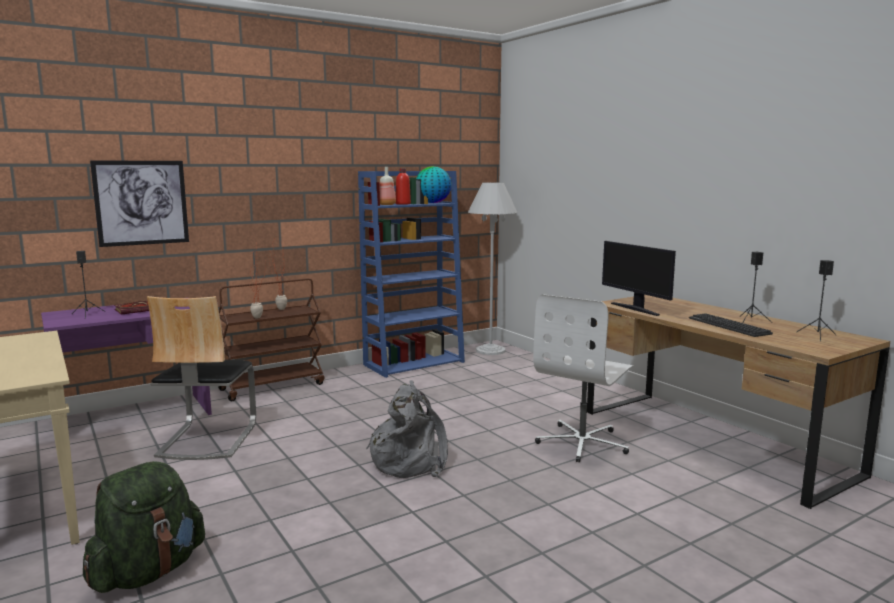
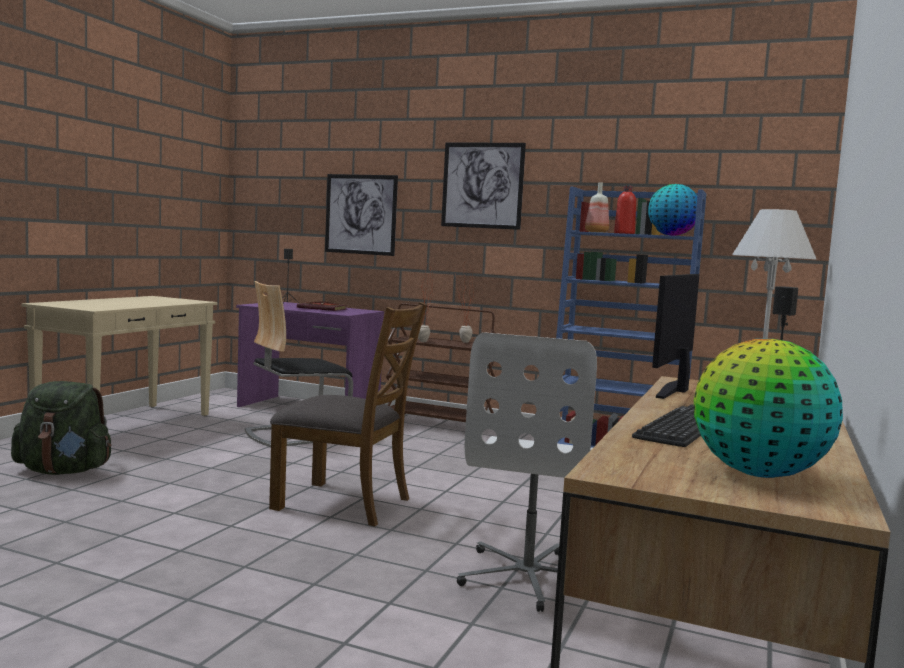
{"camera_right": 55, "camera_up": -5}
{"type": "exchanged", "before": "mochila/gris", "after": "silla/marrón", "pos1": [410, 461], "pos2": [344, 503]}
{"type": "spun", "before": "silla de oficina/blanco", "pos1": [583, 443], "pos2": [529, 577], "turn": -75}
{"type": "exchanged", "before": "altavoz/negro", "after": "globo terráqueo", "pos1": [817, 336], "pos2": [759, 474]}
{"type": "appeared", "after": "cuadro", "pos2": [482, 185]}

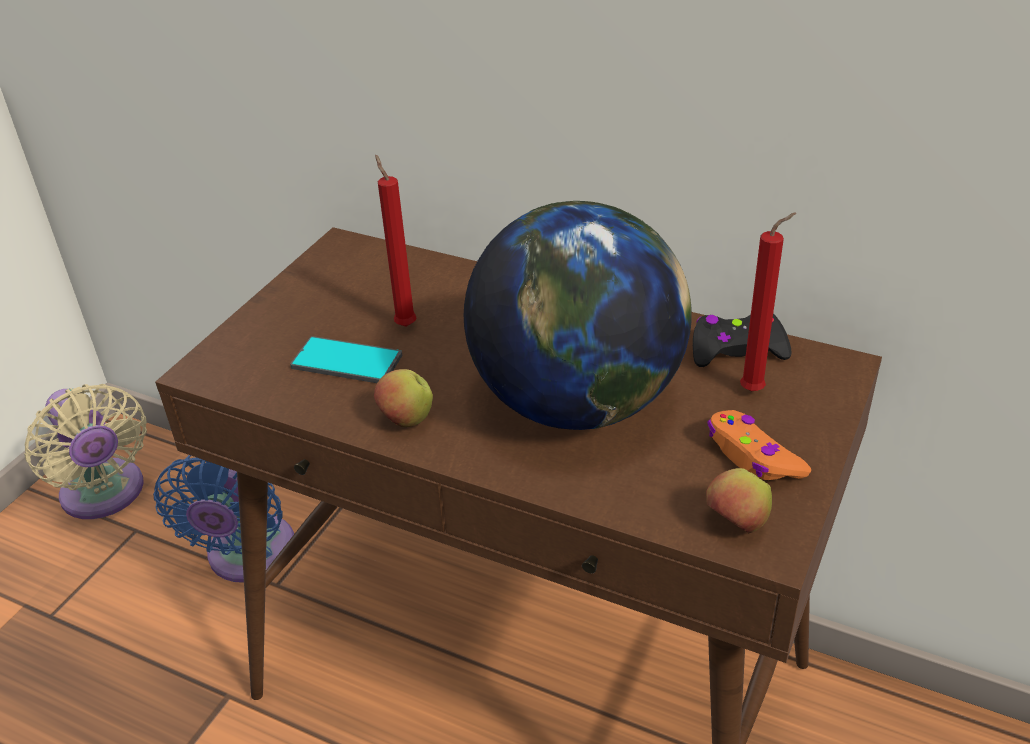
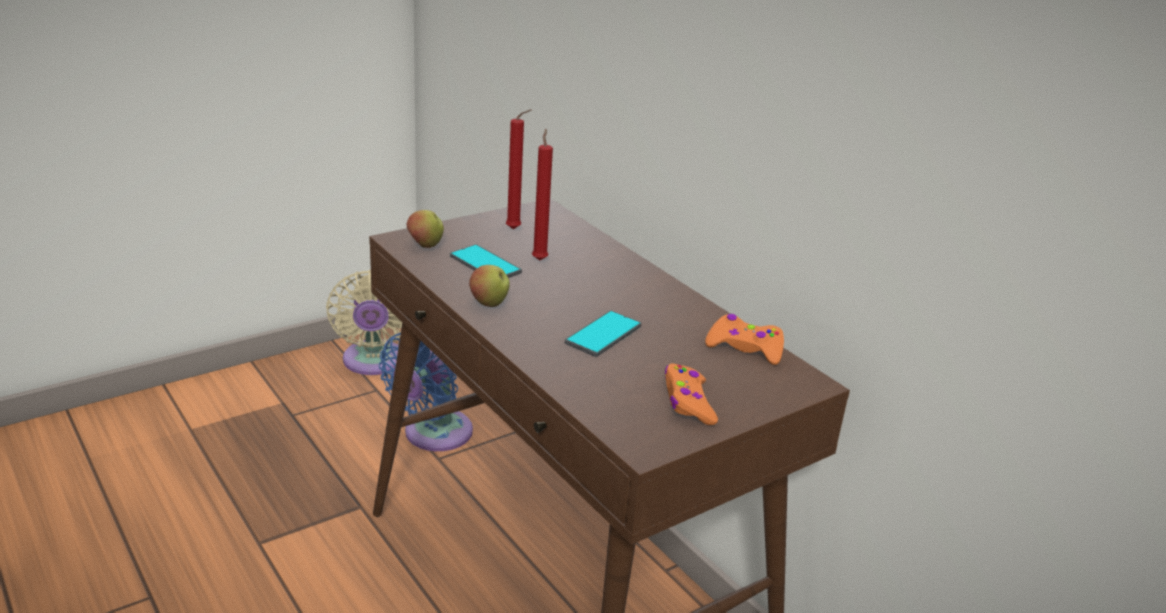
{"camera_right": 25, "camera_up": -10}
{"type": "exchanged", "before": "globo terráqueo", "after": "móvil", "pos1": [578, 403], "pos2": [603, 335]}
{"type": "colour", "before": "mando de consola/negro", "after": "mando de consola/naranja", "pos1": [737, 349], "pos2": [745, 348]}
{"type": "relocated", "before": "manzana", "pos1": [736, 524], "pos2": [425, 246]}
{"type": "relocated", "before": "vela/rojo", "pos1": [755, 390], "pos2": [515, 229]}

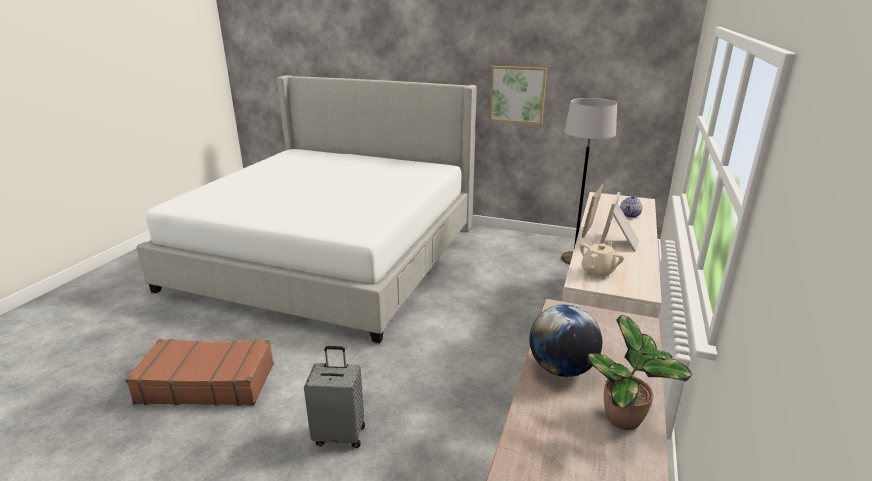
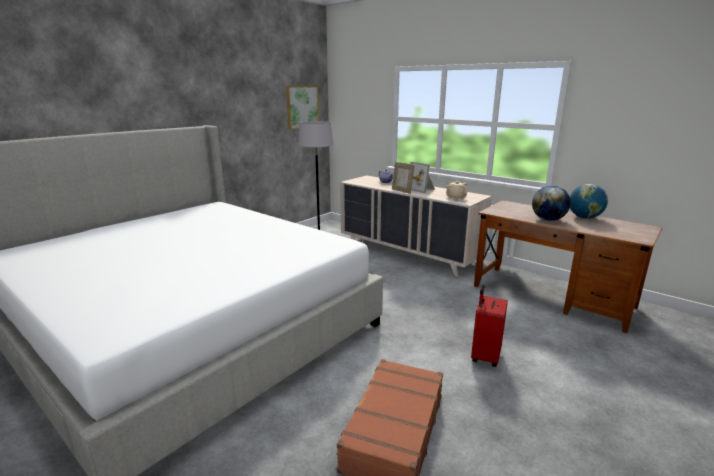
{"camera_right": -70, "camera_up": -5}
{"type": "colour", "before": "maleta/gris", "after": "maleta/rojo", "pos1": [340, 434], "pos2": [484, 356]}
{"type": "relocated", "before": "cuadro", "pos1": [517, 95], "pos2": [302, 107]}
{"type": "exchanged", "before": "planta en maceta", "after": "globo terráqueo", "pos1": [625, 420], "pos2": [584, 218]}

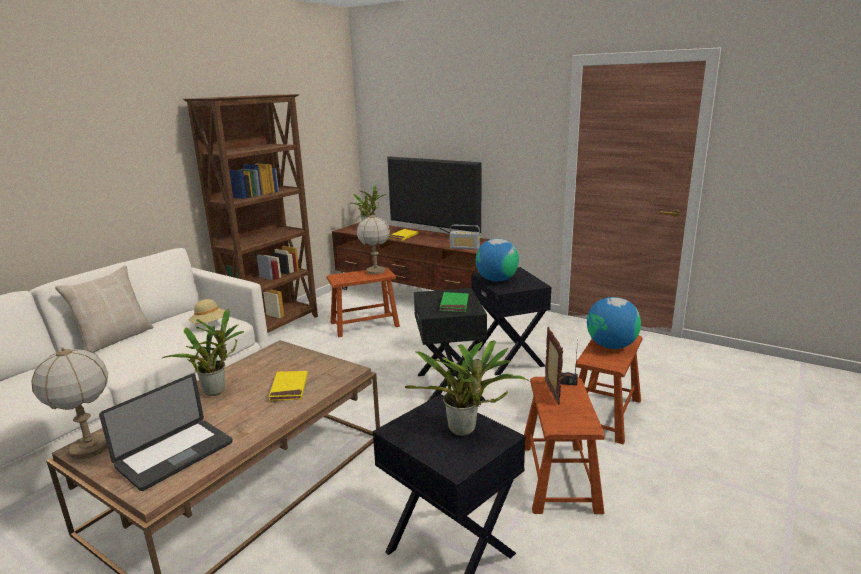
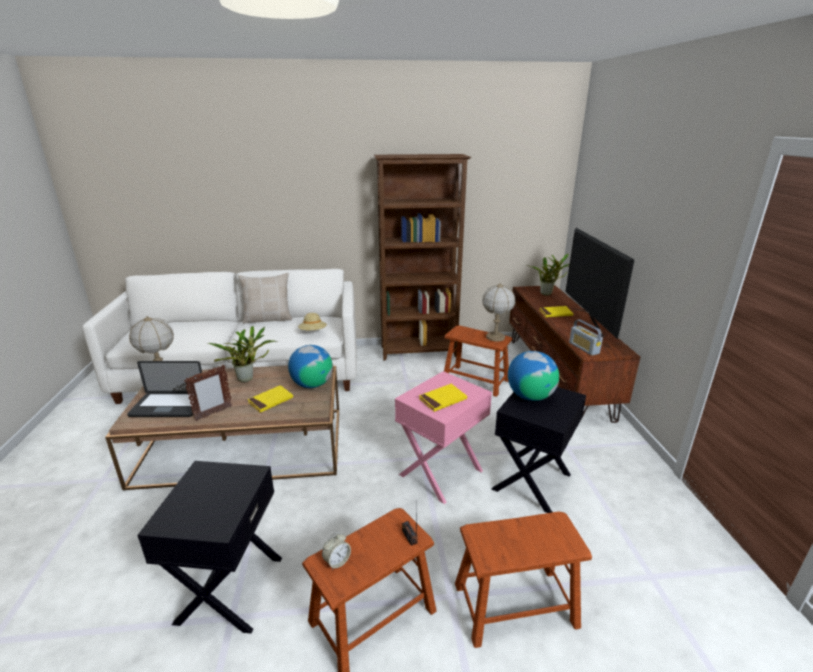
{"camera_right": 50, "camera_up": 5}
{"type": "missing", "before": "planta en maceta", "pos1": [465, 431]}
{"type": "colour", "before": "mesa auxiliar/negro", "after": "mesa auxiliar/rosa", "pos1": [451, 387], "pos2": [441, 473]}
{"type": "colour", "before": "libro/verde", "after": "libro/amarillo", "pos1": [454, 304], "pos2": [443, 399]}
{"type": "relocated", "before": "portarretratos", "pos1": [551, 393], "pos2": [213, 413]}
{"type": "relocated", "before": "globo terráqueo", "pos1": [611, 345], "pos2": [312, 384]}
{"type": "appeared", "after": "despertador", "pos2": [337, 561]}

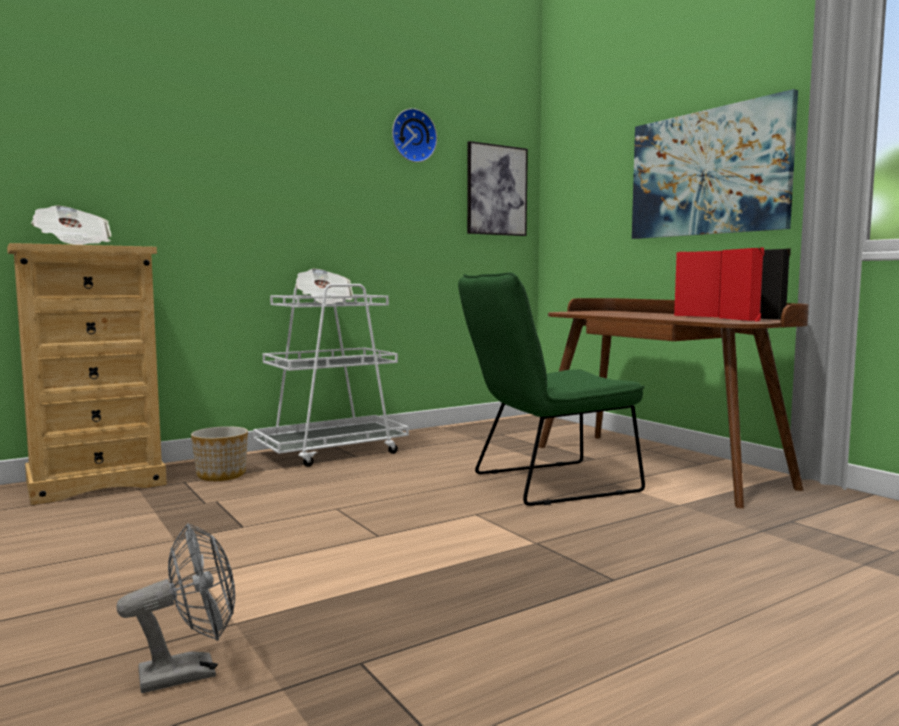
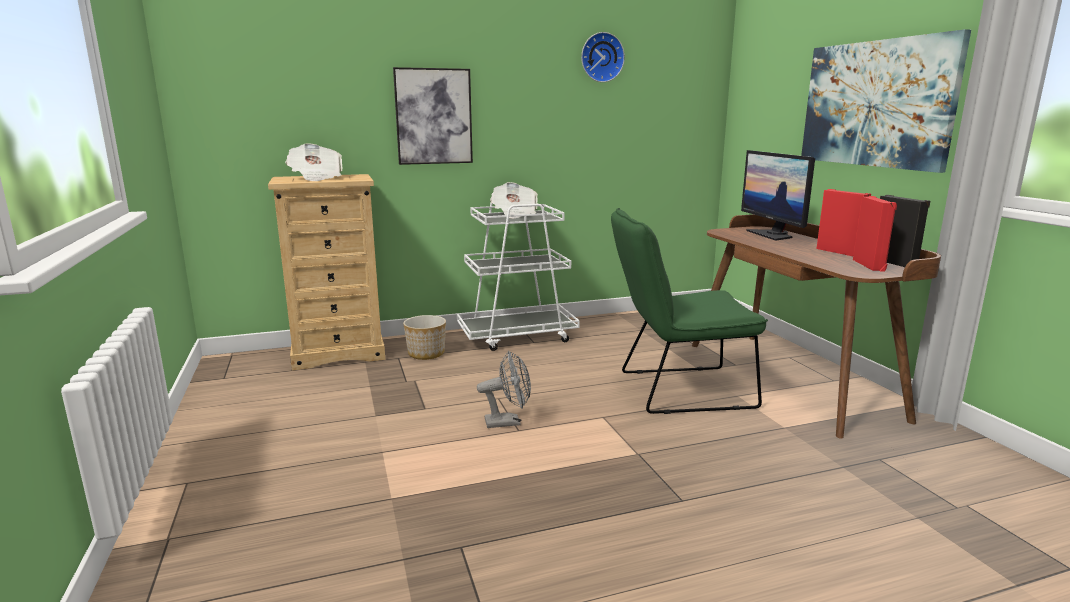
{"camera_right": 15, "camera_up": 10}
{"type": "relocated", "before": "ventilador/gris", "pos1": [190, 672], "pos2": [508, 422]}
{"type": "relocated", "before": "cuadro", "pos1": [496, 190], "pos2": [433, 116]}
{"type": "appeared", "after": "monitor", "pos2": [772, 235]}

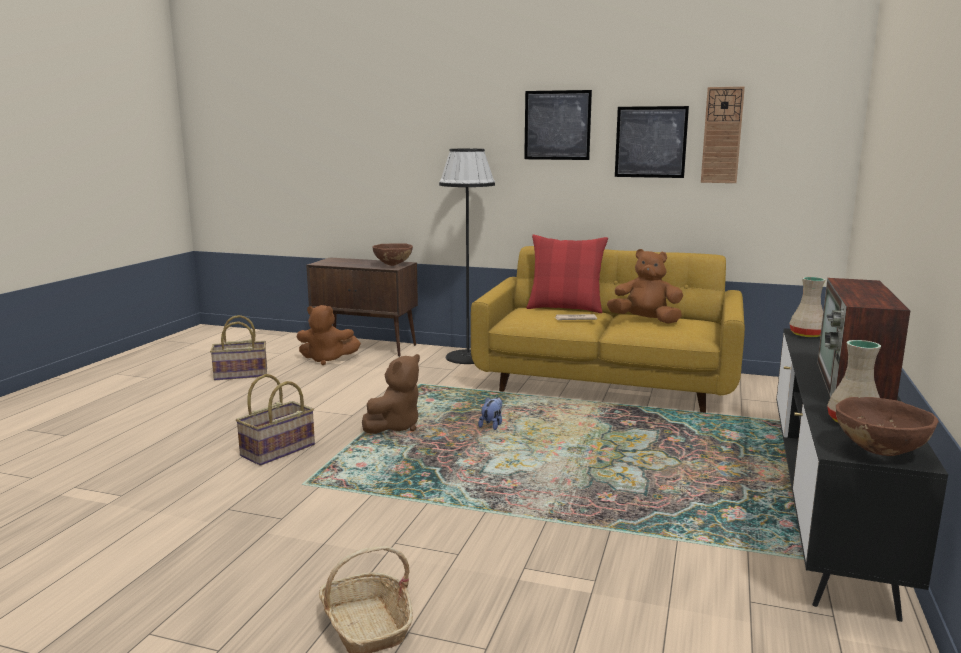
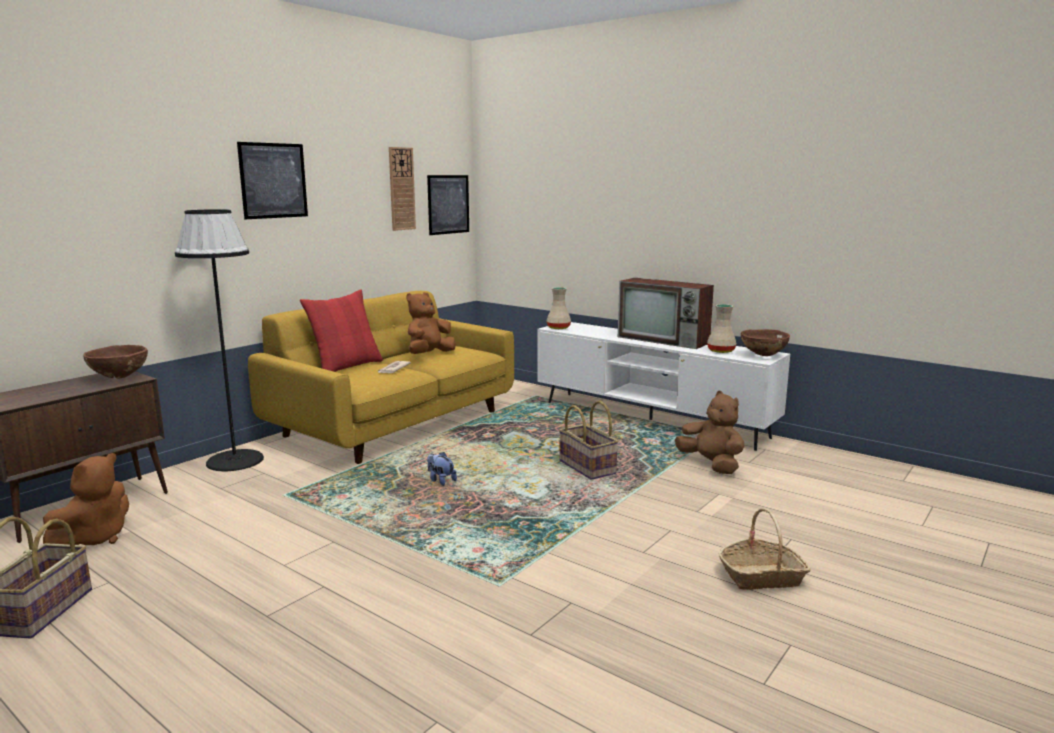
{"camera_right": -70, "camera_up": 0}
{"type": "relocated", "before": "cesta", "pos1": [278, 451], "pos2": [588, 467]}
{"type": "relocated", "before": "peluche/marrón", "pos1": [395, 426], "pos2": [711, 465]}
{"type": "relocated", "before": "cuadro", "pos1": [650, 142], "pos2": [448, 204]}
{"type": "colour", "before": "mueble de televisión/negro", "after": "mueble de televisión/blanco", "pos1": [826, 504], "pos2": [650, 419]}

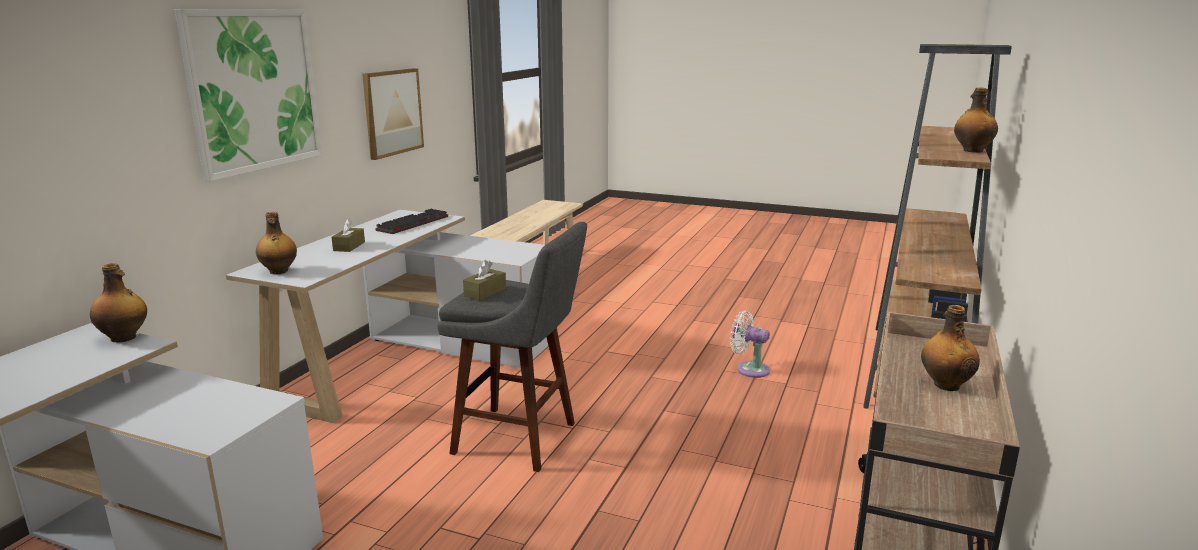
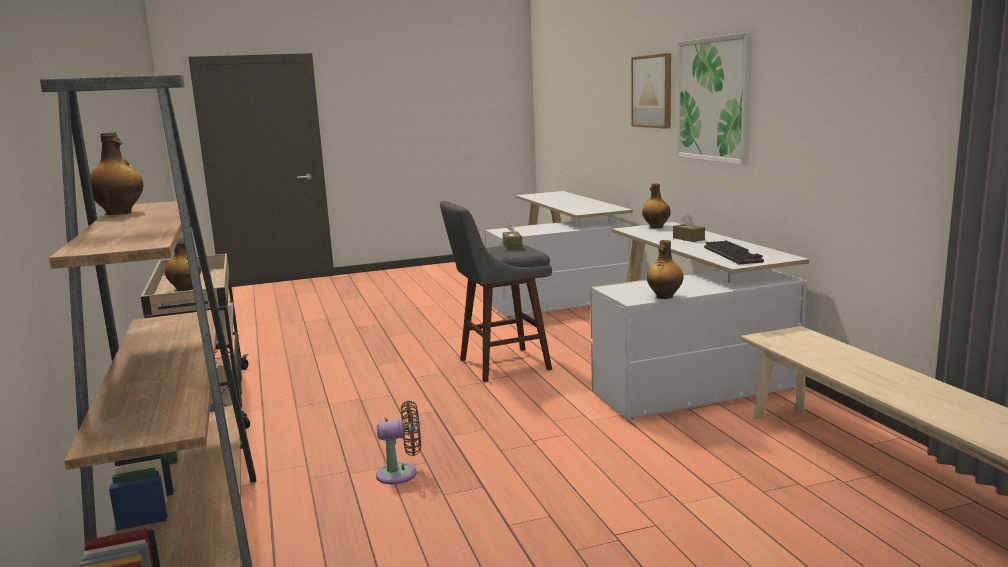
{"camera_right": 140, "camera_up": -5}
{"type": "relocated", "before": "botella", "pos1": [124, 338], "pos2": [664, 297]}
{"type": "relocated", "before": "cuadro", "pos1": [392, 112], "pos2": [652, 91]}
{"type": "colour", "before": "ventilador/blanco", "after": "ventilador/marrón", "pos1": [749, 369], "pos2": [401, 473]}

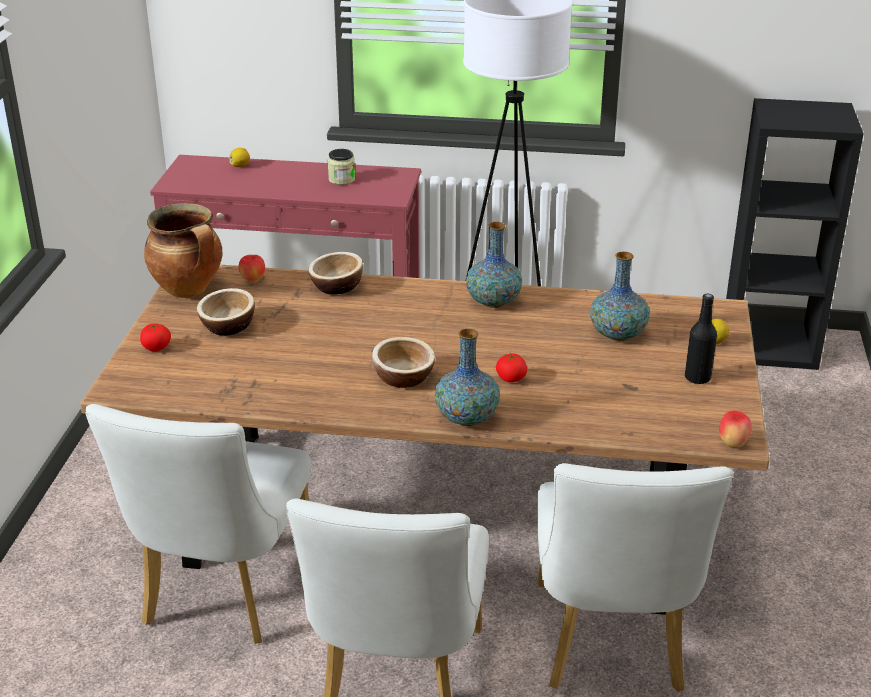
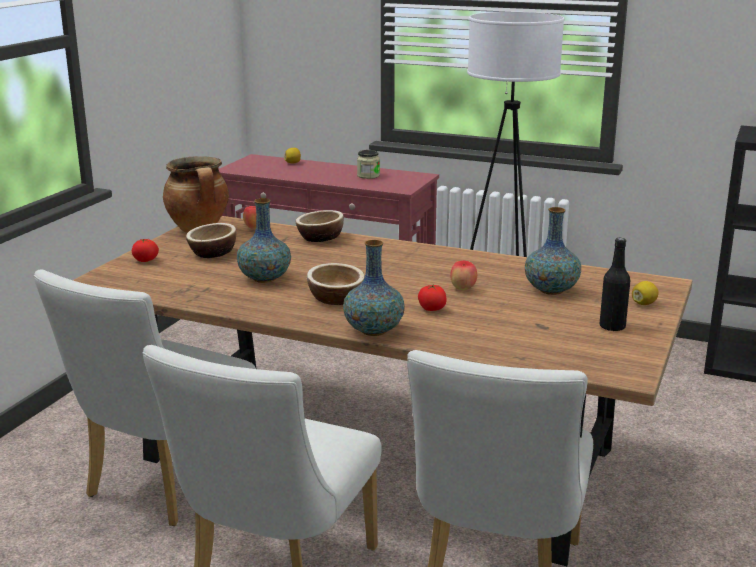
{"camera_right": 15, "camera_up": -10}
{"type": "relocated", "before": "florero", "pos1": [493, 302], "pos2": [264, 278]}
{"type": "relocated", "before": "manzana", "pos1": [733, 443], "pos2": [463, 289]}

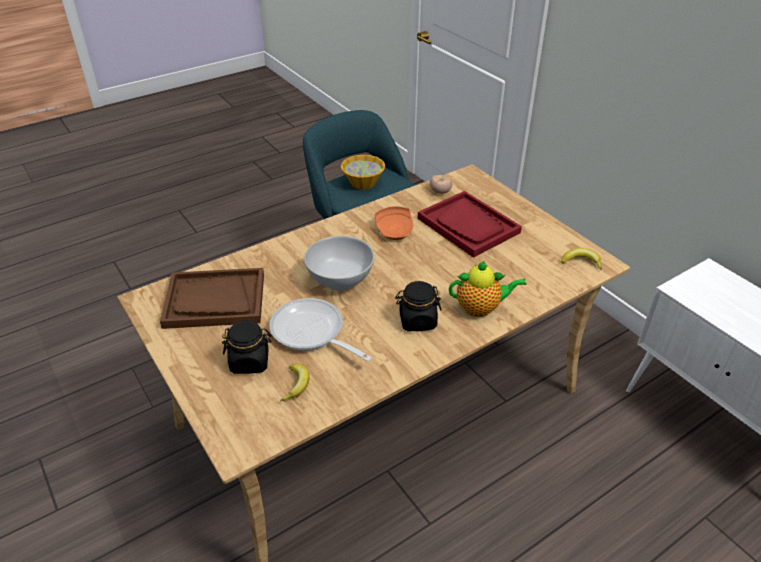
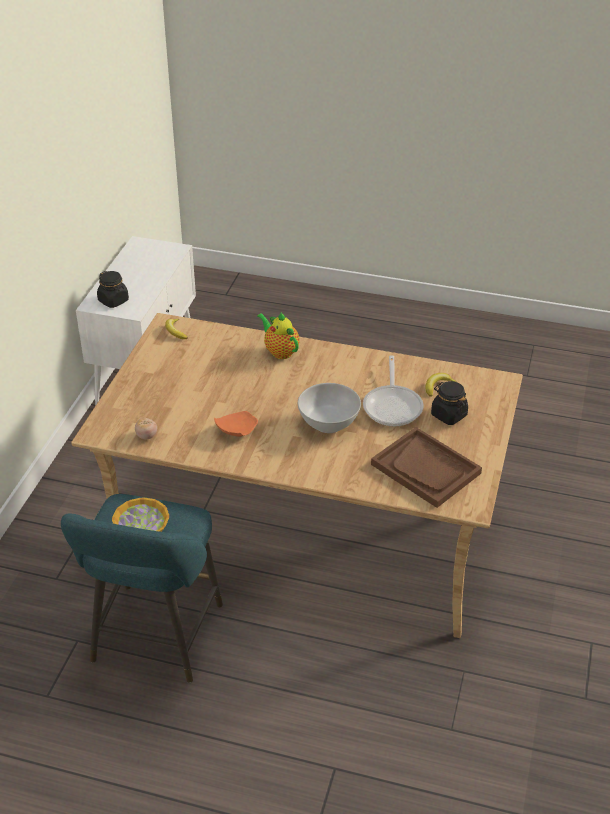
{"camera_right": -130, "camera_up": 0}
{"type": "relocated", "before": "tarro/negro", "pos1": [417, 321], "pos2": [113, 301]}
{"type": "missing", "before": "bandeja/rojo", "pos1": [468, 225]}

